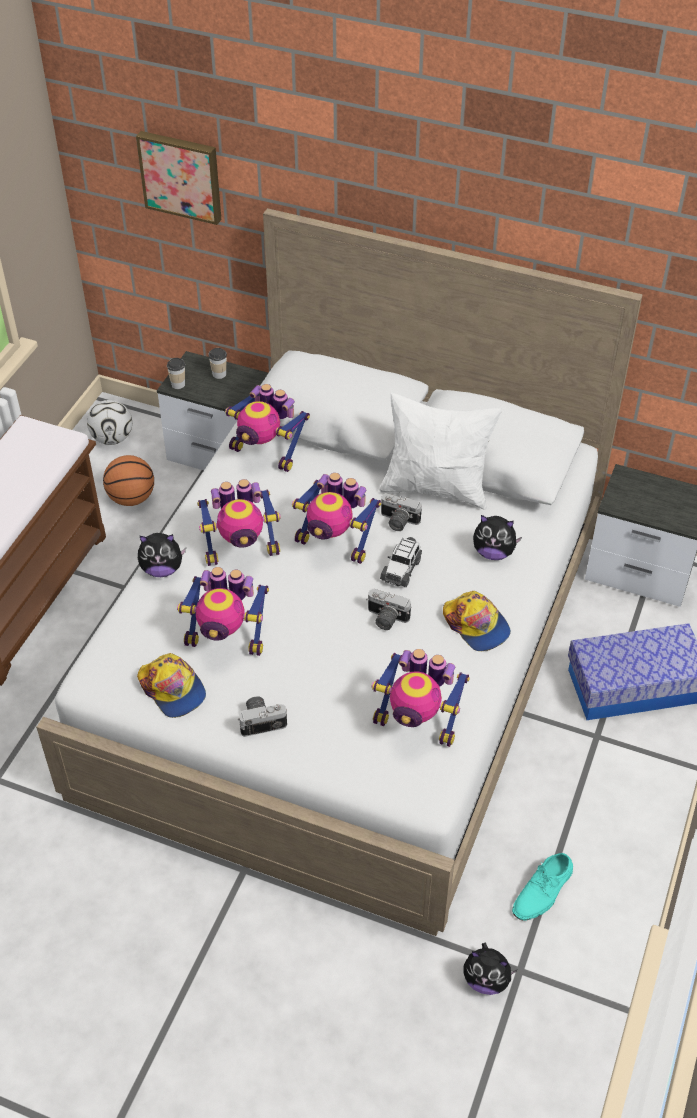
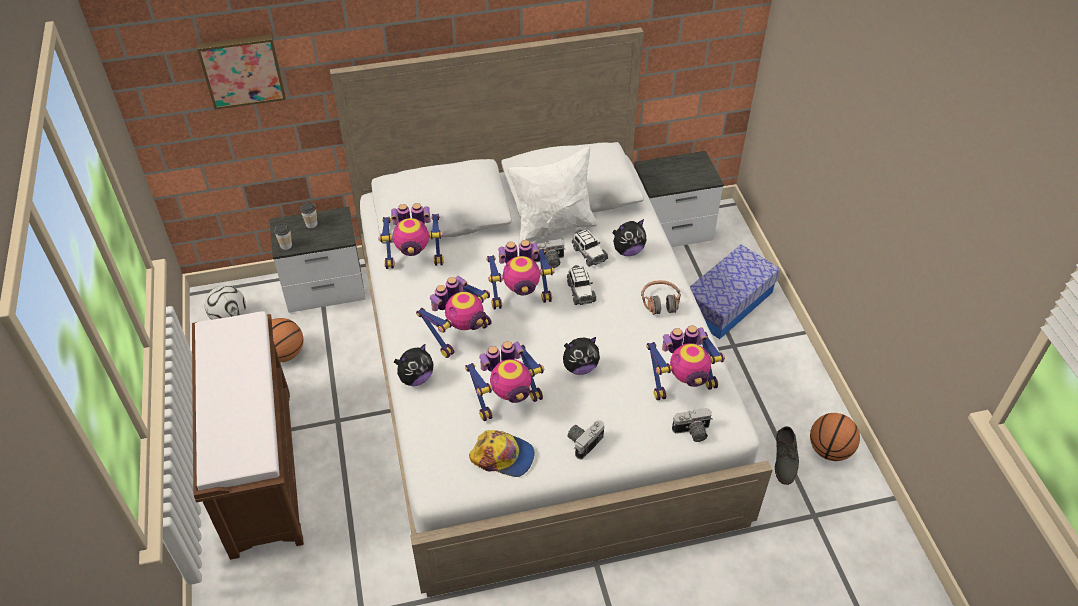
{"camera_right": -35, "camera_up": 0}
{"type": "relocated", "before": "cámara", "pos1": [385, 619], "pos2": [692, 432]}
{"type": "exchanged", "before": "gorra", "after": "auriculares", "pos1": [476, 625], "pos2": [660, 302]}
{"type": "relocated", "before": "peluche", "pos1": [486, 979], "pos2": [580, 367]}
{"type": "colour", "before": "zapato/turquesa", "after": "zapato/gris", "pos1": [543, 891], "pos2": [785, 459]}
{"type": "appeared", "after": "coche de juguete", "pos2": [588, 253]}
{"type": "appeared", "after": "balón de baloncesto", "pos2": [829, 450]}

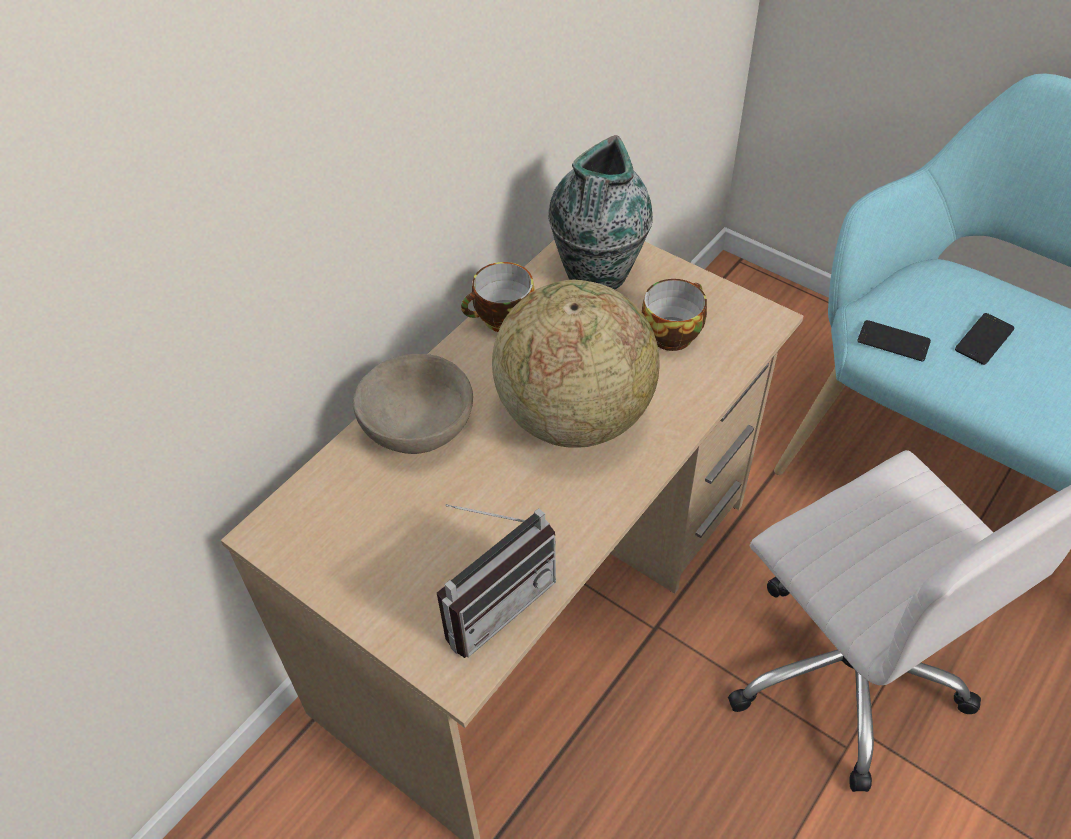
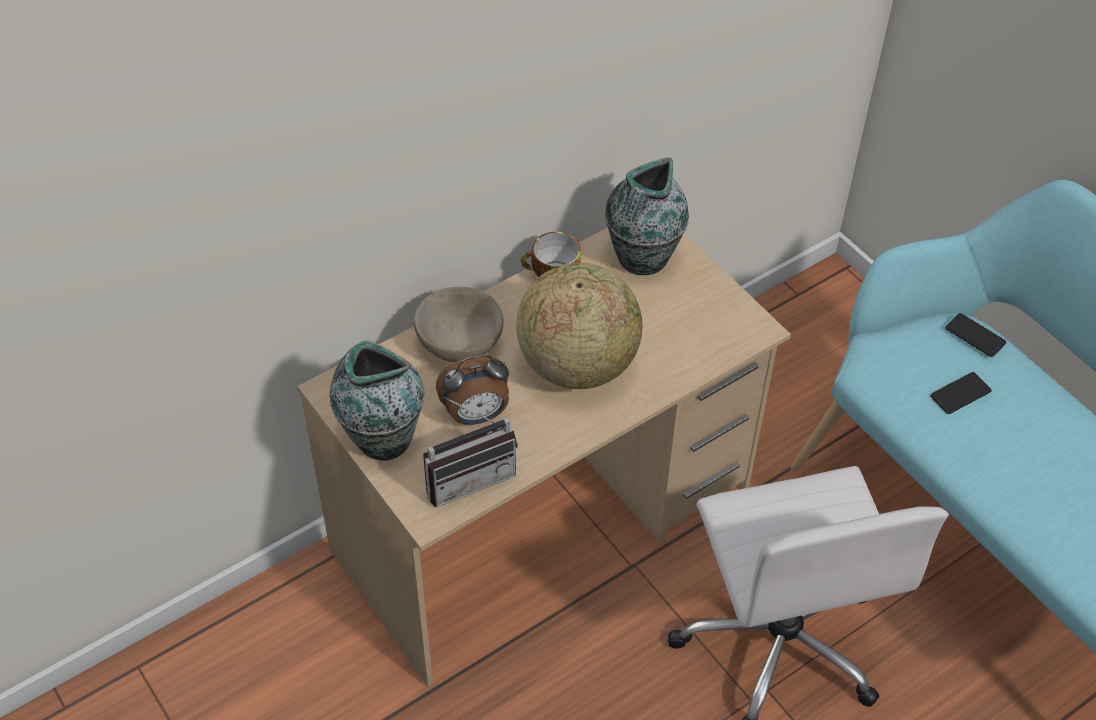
{"camera_right": 15, "camera_up": 0}
{"type": "missing", "before": "taza", "pos1": [672, 332]}
{"type": "relocated", "before": "móvil", "pos1": [893, 341], "pos2": [975, 335]}
{"type": "appeared", "after": "florero", "pos2": [381, 438]}
{"type": "appeared", "after": "despertador", "pos2": [476, 415]}

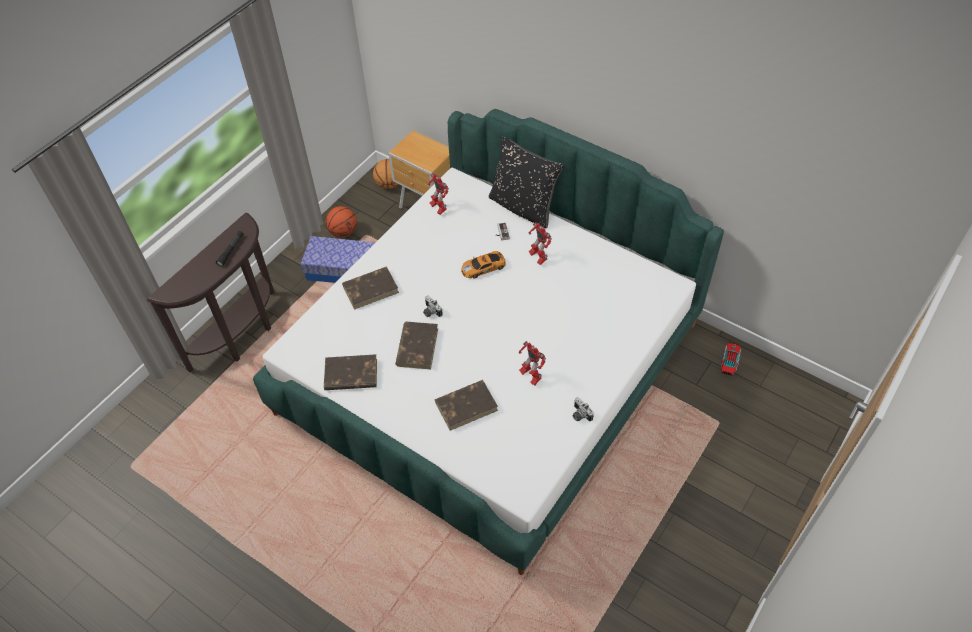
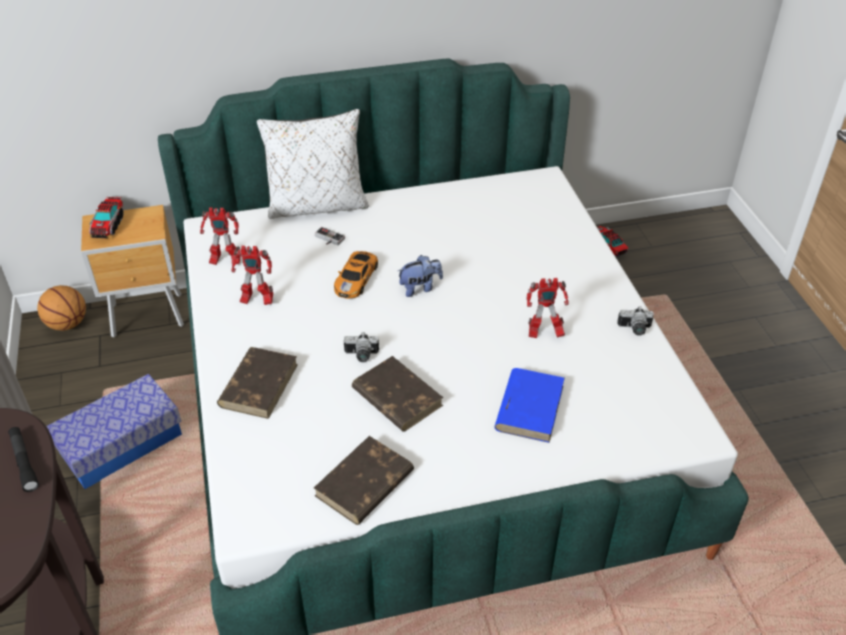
{"camera_right": -50, "camera_up": -10}
{"type": "missing", "before": "balón de baloncesto", "pos1": [343, 232]}
{"type": "colour", "before": "libro/marrón", "after": "libro/azul", "pos1": [466, 406], "pos2": [529, 407]}
{"type": "colour", "before": "cojín/negro", "after": "cojín/blanco", "pos1": [523, 207], "pos2": [317, 205]}
{"type": "relocated", "before": "robot de juguete", "pos1": [537, 257], "pos2": [256, 300]}
{"type": "appeared", "after": "camión de juguete", "pos2": [108, 225]}
{"type": "appeared", "after": "peluche", "pos2": [420, 288]}

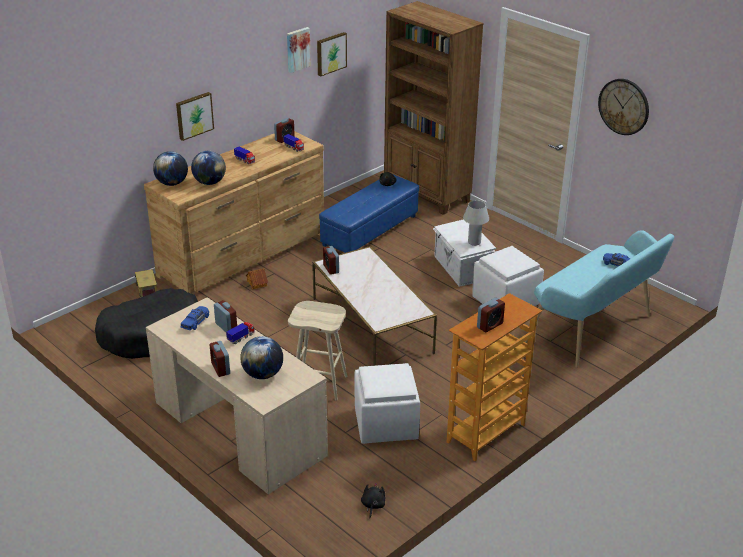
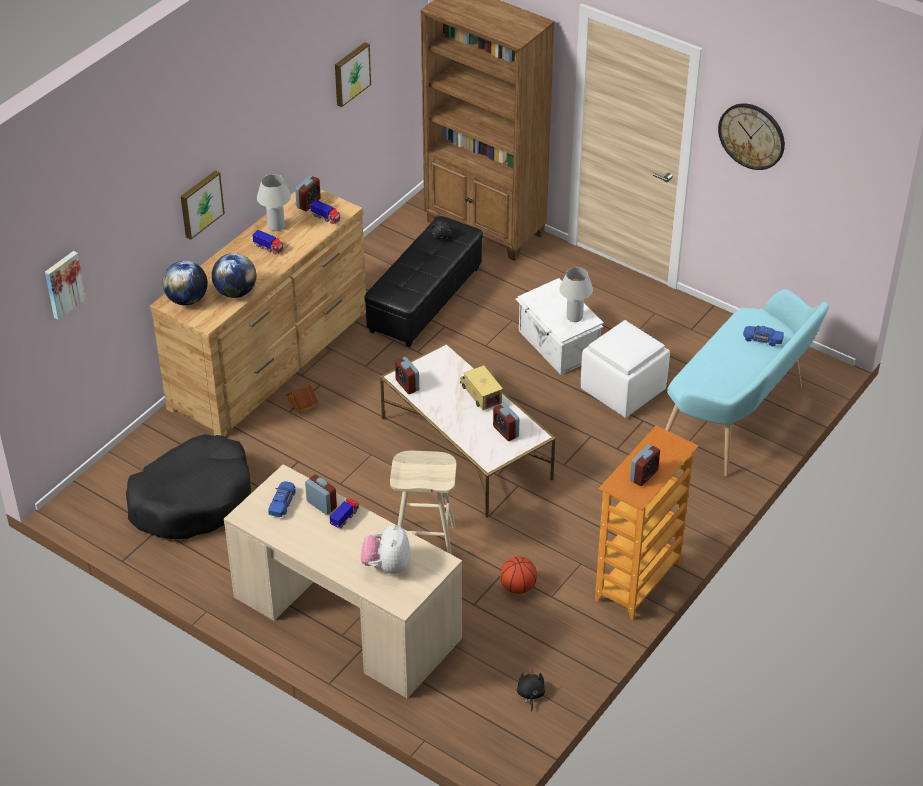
{"camera_right": -10, "camera_up": 10}
{"type": "relocated", "before": "camión de juguete", "pos1": [147, 290], "pos2": [481, 394]}
{"type": "relocated", "before": "despertador", "pos1": [220, 369], "pos2": [505, 431]}
{"type": "exchanged", "before": "globo terráqueo", "after": "peluche", "pos1": [263, 374], "pos2": [387, 566]}
{"type": "relocated", "before": "cuadro", "pos1": [297, 49], "pos2": [63, 284]}
{"type": "colour", "before": "puf/azul", "after": "puf/negro", "pos1": [369, 230], "pos2": [424, 299]}
{"type": "exchanged", "before": "puf/blanco", "after": "balón de baloncesto", "pos1": [385, 424], "pos2": [518, 587]}
{"type": "appeared", "after": "lámpara de mesa/blanco", "pos2": [276, 226]}

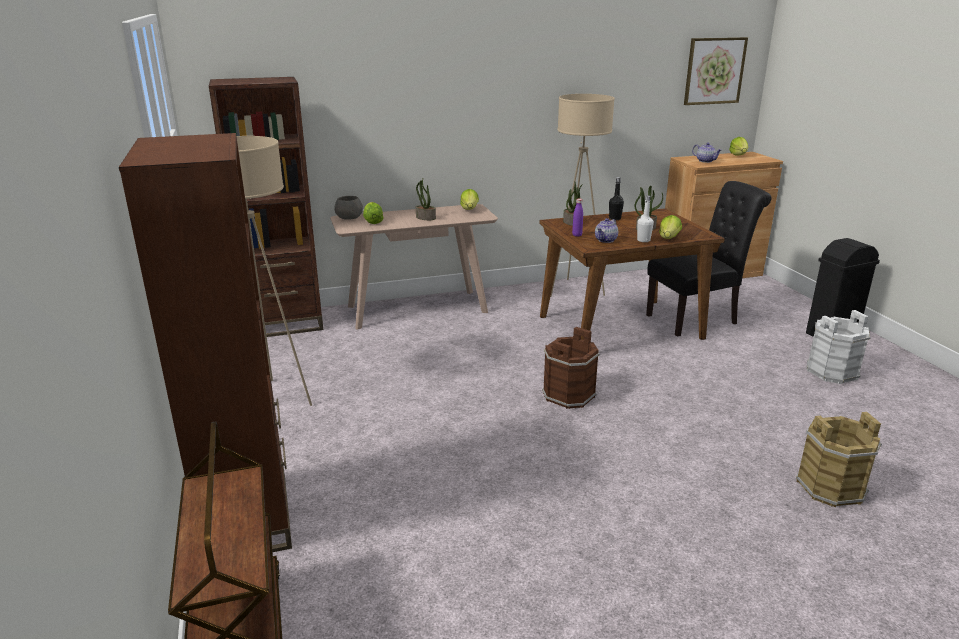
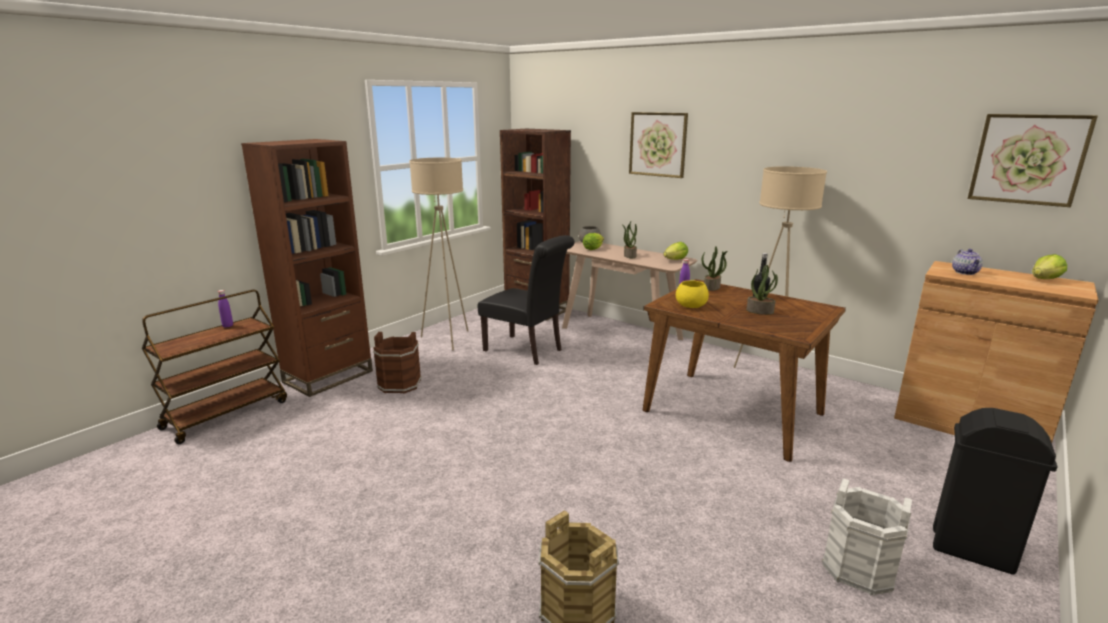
{"camera_right": 55, "camera_up": -5}
{"type": "relocated", "before": "cubo/marrón", "pos1": [568, 395], "pos2": [400, 384]}
{"type": "exchanged", "before": "tetera", "after": "cuenco/amarillo", "pos1": [606, 240], "pos2": [691, 305]}
{"type": "missing", "before": "botella/blanco", "pos1": [643, 240]}
{"type": "relocated", "before": "silla/negro", "pos1": [696, 319], "pos2": [527, 351]}
{"type": "missing", "before": "lechuga", "pos1": [669, 238]}
{"type": "appeared", "after": "botella/morado", "pos2": [228, 326]}
{"type": "appeared", "after": "cuadro", "pos2": [658, 144]}

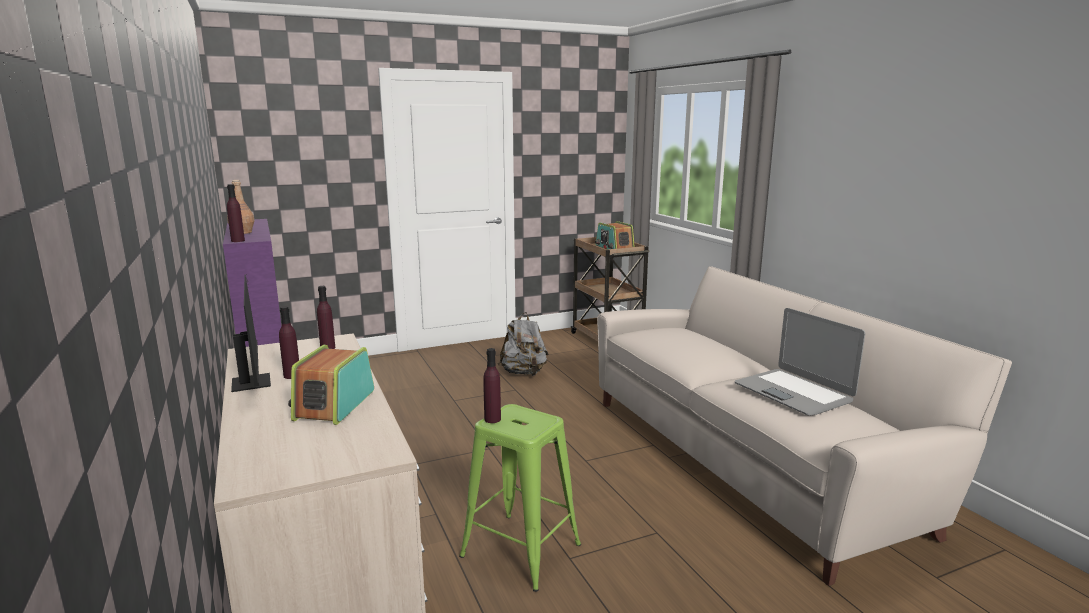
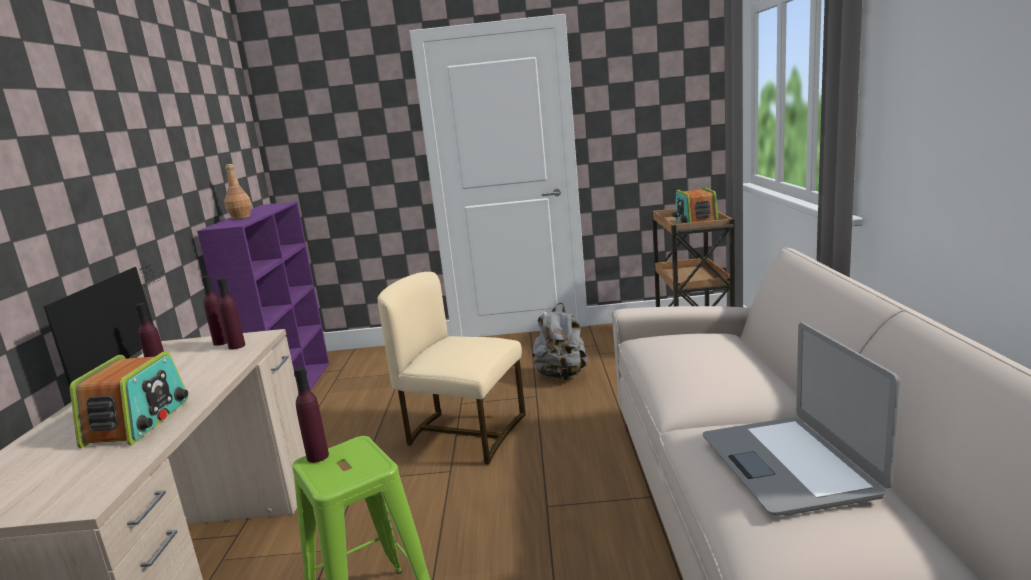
{"camera_right": 25, "camera_up": 0}
{"type": "relocated", "before": "botella/morado", "pos1": [238, 241], "pos2": [221, 342]}
{"type": "spun", "before": "radio", "pos1": [334, 405], "pos2": [139, 422], "turn": 150}
{"type": "appeared", "after": "silla/beis", "pos2": [464, 433]}

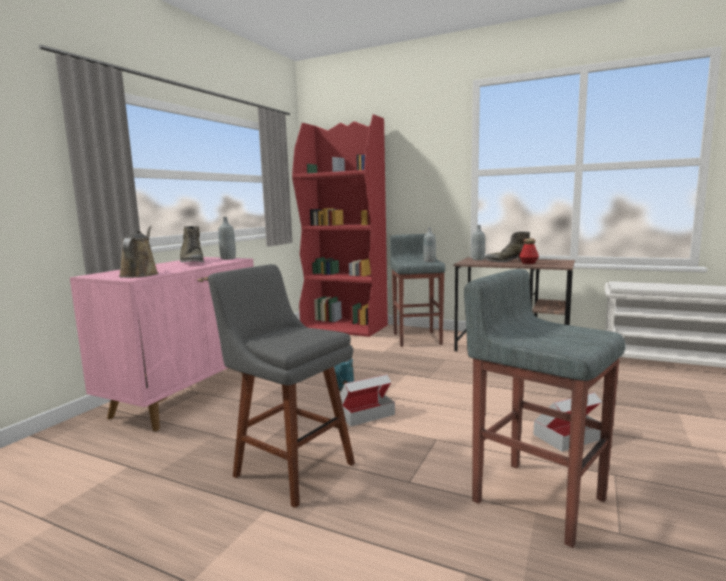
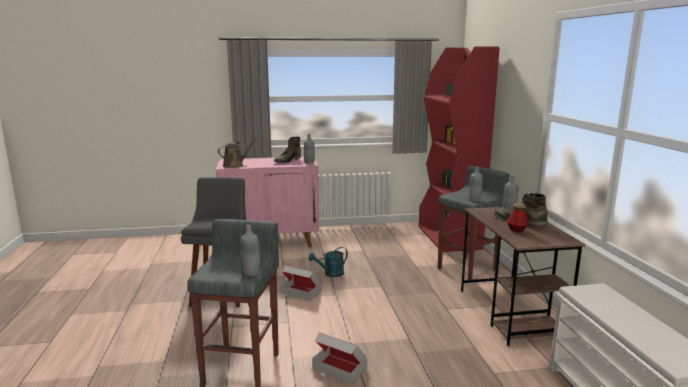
{"camera_right": 55, "camera_up": 5}
{"type": "appeared", "after": "botella/gris", "pos2": [251, 272]}

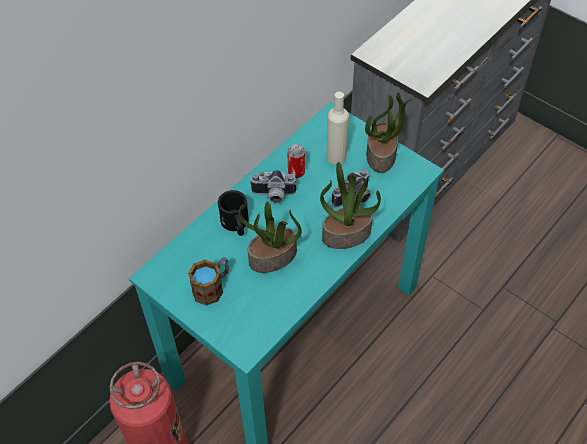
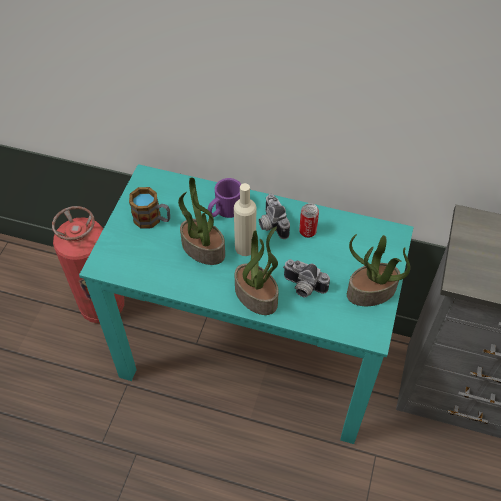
{"camera_right": 65, "camera_up": 0}
{"type": "colour", "before": "taza grande/negro", "after": "taza grande/morado", "pos1": [236, 225], "pos2": [224, 210]}
{"type": "relocated", "before": "botella/beis", "pos1": [336, 156], "pos2": [245, 247]}

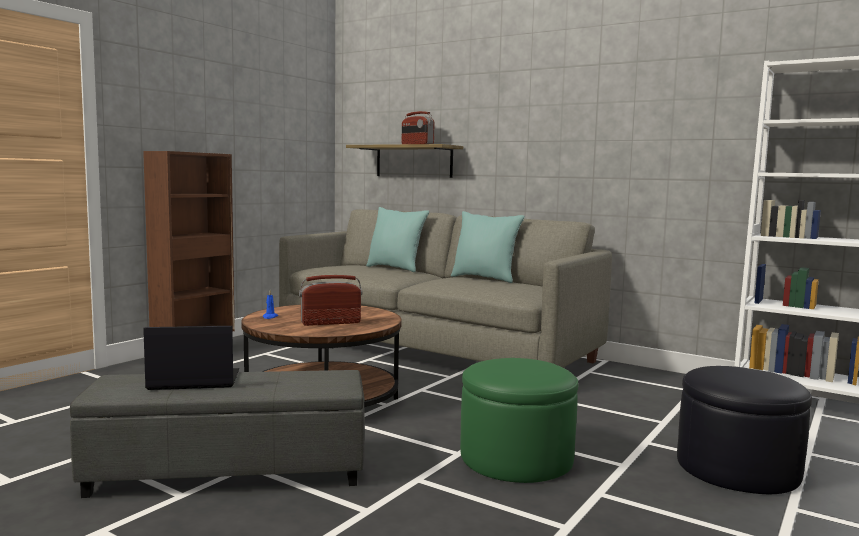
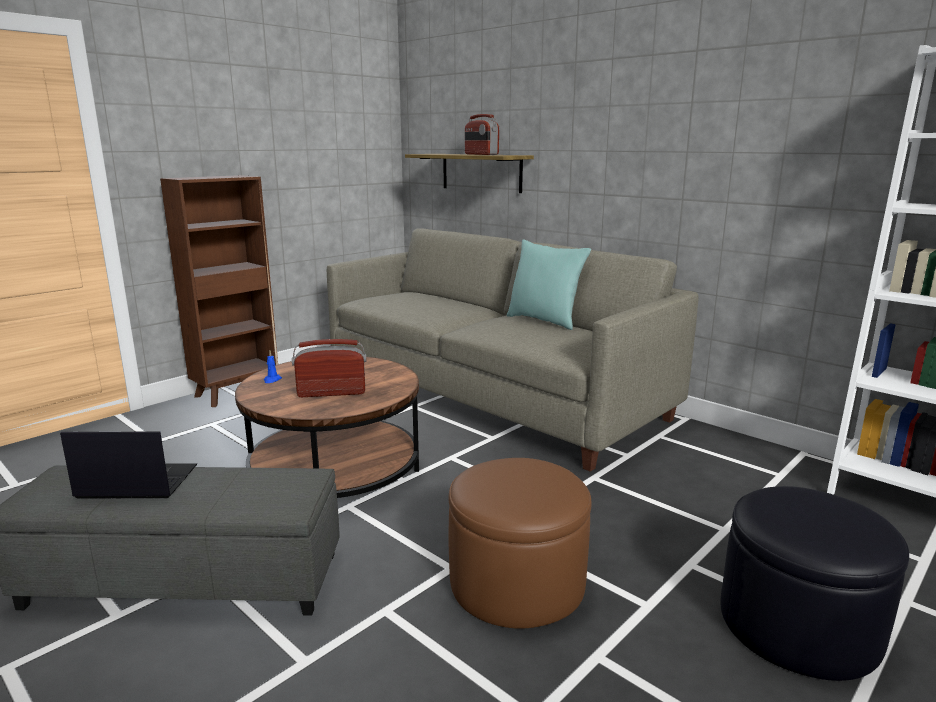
{"camera_right": 10, "camera_up": 10}
{"type": "missing", "before": "cojín/turquesa", "pos1": [396, 268]}
{"type": "colour", "before": "puf/verde", "after": "puf/marrón", "pos1": [516, 458], "pos2": [517, 582]}

